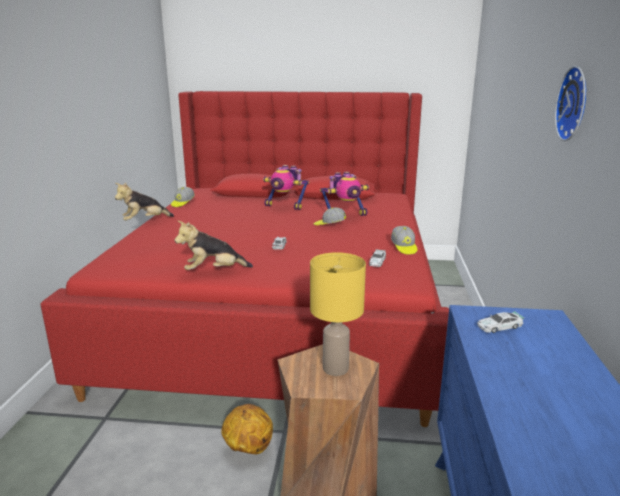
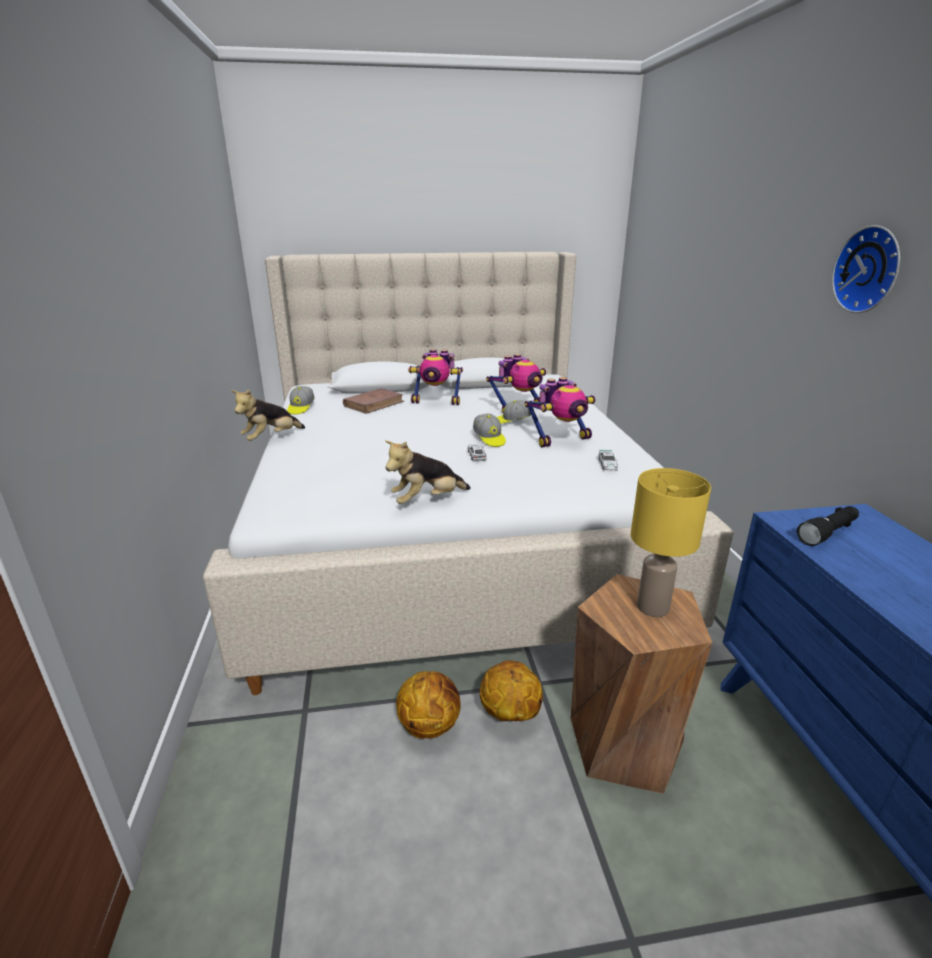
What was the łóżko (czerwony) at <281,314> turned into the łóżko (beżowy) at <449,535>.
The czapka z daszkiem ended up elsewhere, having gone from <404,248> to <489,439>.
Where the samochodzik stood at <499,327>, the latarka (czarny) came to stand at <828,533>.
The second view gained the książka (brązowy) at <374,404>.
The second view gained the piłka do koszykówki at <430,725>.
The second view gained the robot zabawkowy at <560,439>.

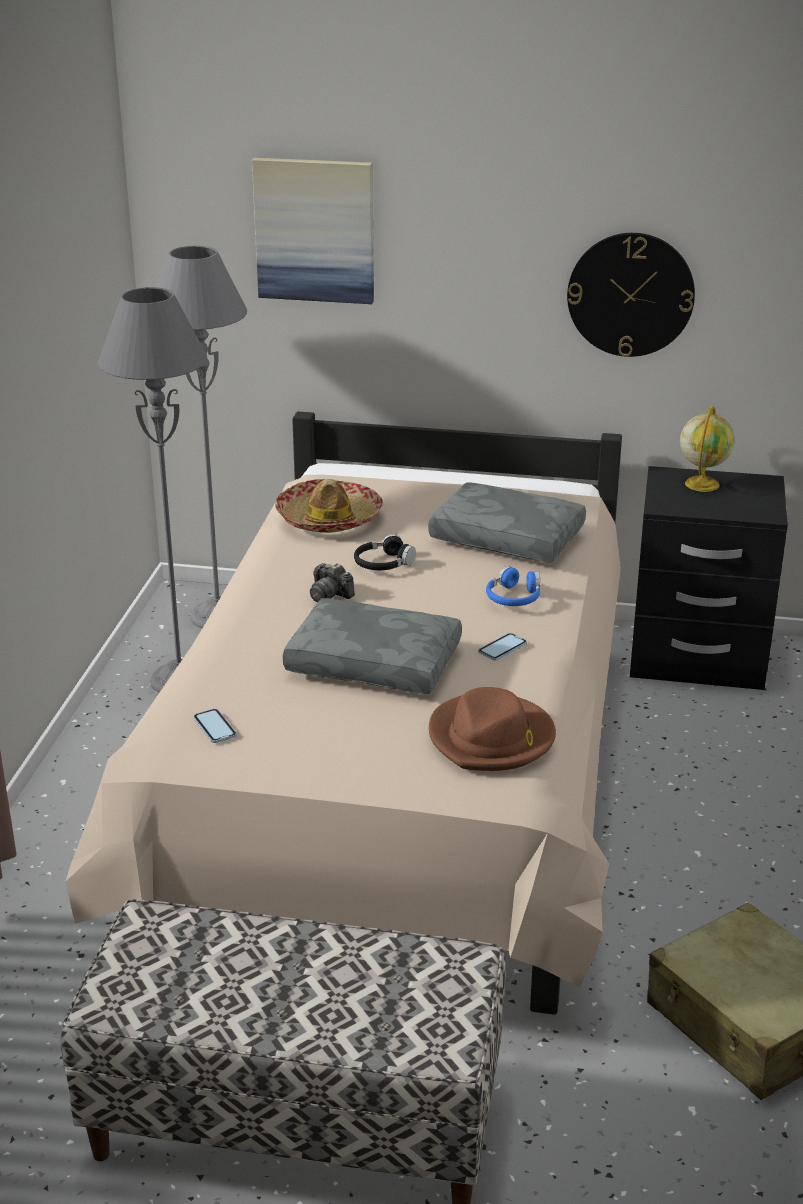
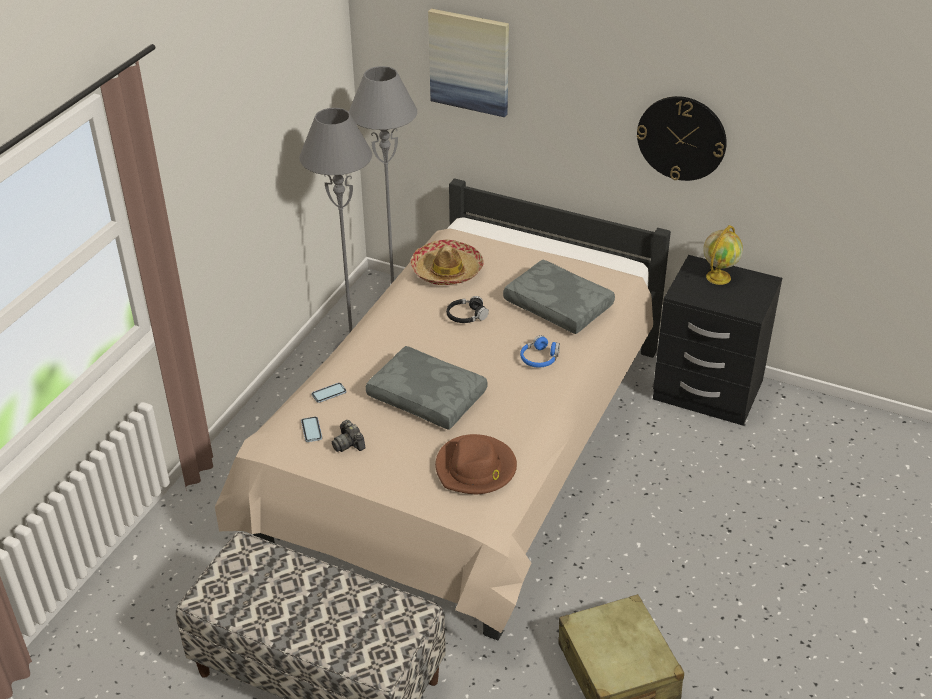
The aparat fotograficzny ended up elsewhere, having gone from <329,594> to <348,444>.
The telefon ended up elsewhere, having gone from <502,648> to <329,393>.

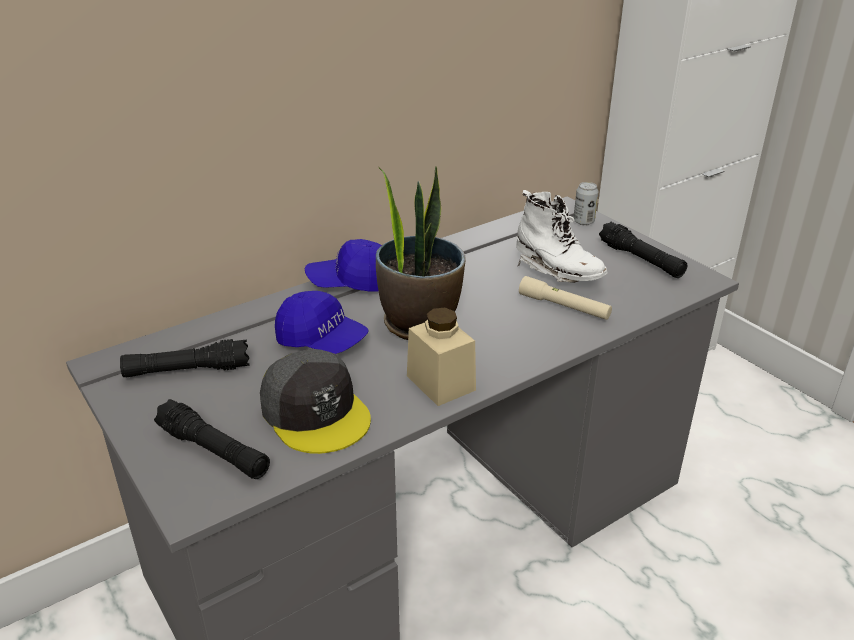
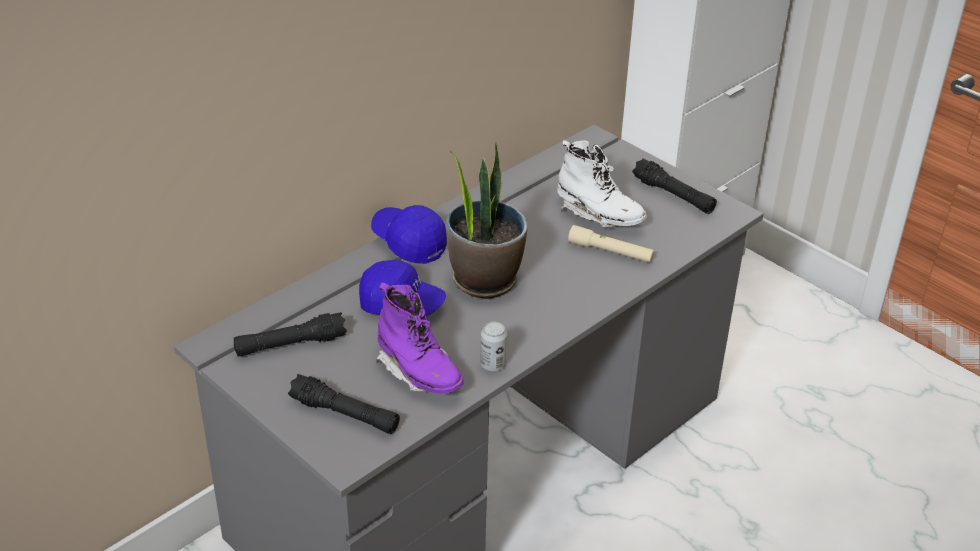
Where the czapka z daszkiem (szary) stood at <316,412>, the but z cholewką (fioletowy) came to stand at <419,372>.
The czapka z daszkiem (niebieski) at <351,283> ended up facing another way, 60 degrees clockwise from before.
The second view lost the słoik (beżowy) at <441,383>.
The puszka ended up elsewhere, having gone from <583,221> to <493,364>.

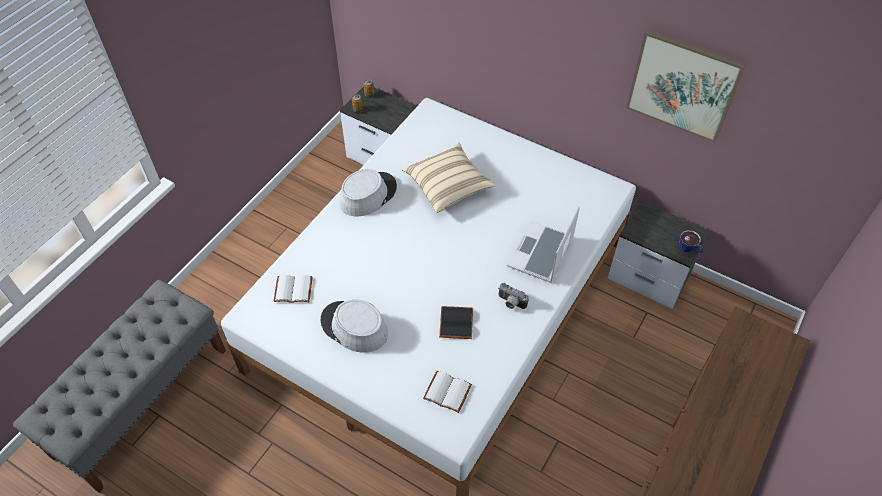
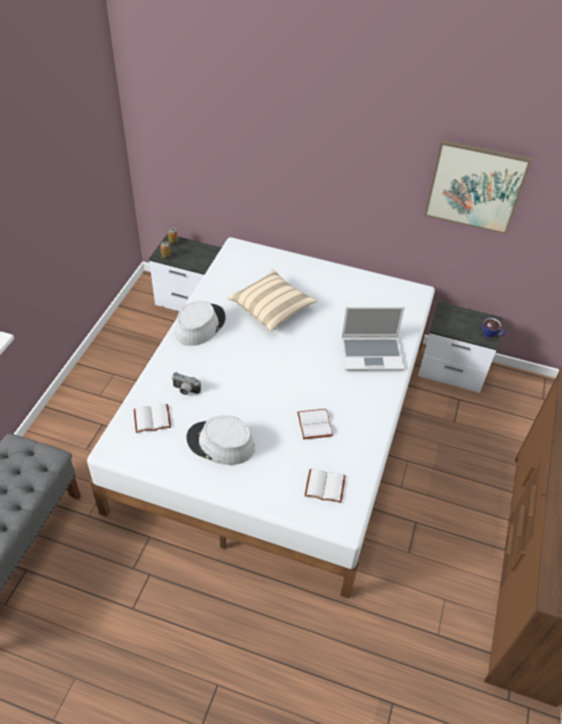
What was the książka (czarny) at <455,322> turned into the książka (biały) at <313,424>.
The aparat fotograficzny ended up elsewhere, having gone from <510,303> to <185,391>.
The laptop at <541,254> ended up facing another way, 105 degrees counterclockwise from before.

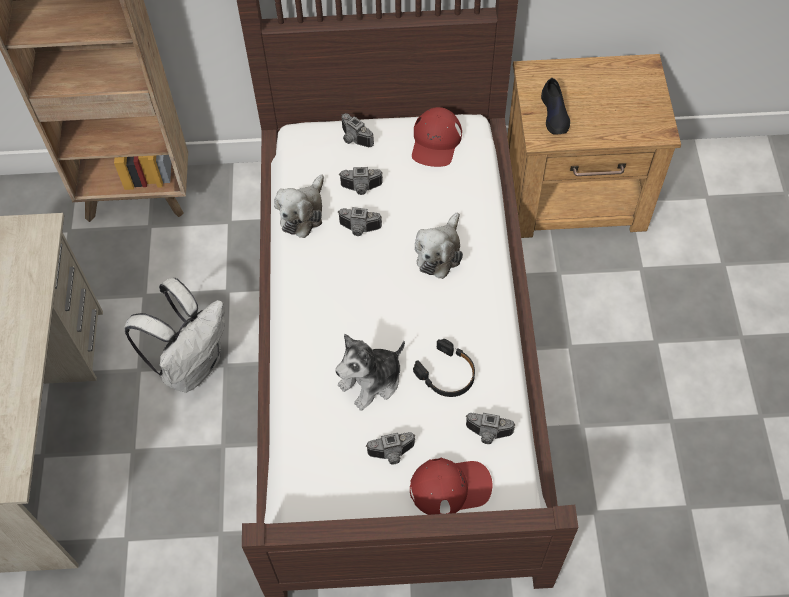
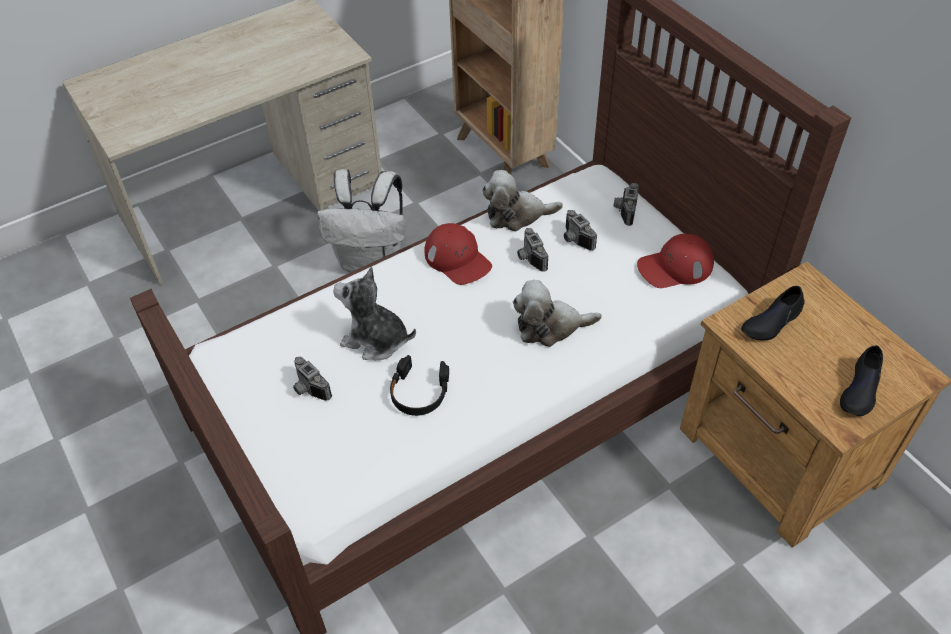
The czapka z daszkiem (czerwony) ended up elsewhere, having gone from <450,487> to <458,259>.
The second view lost the aparat fotograficzny at <488,435>.
The second view gained the but (czarny) at <860,389>.

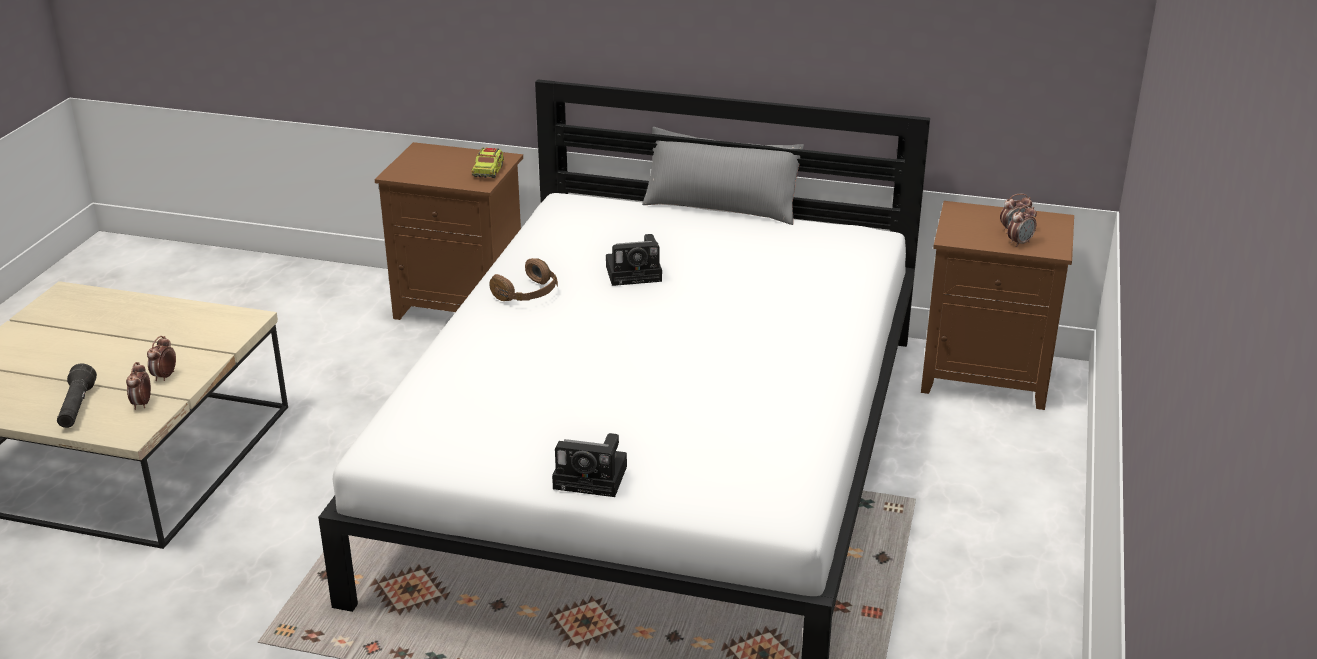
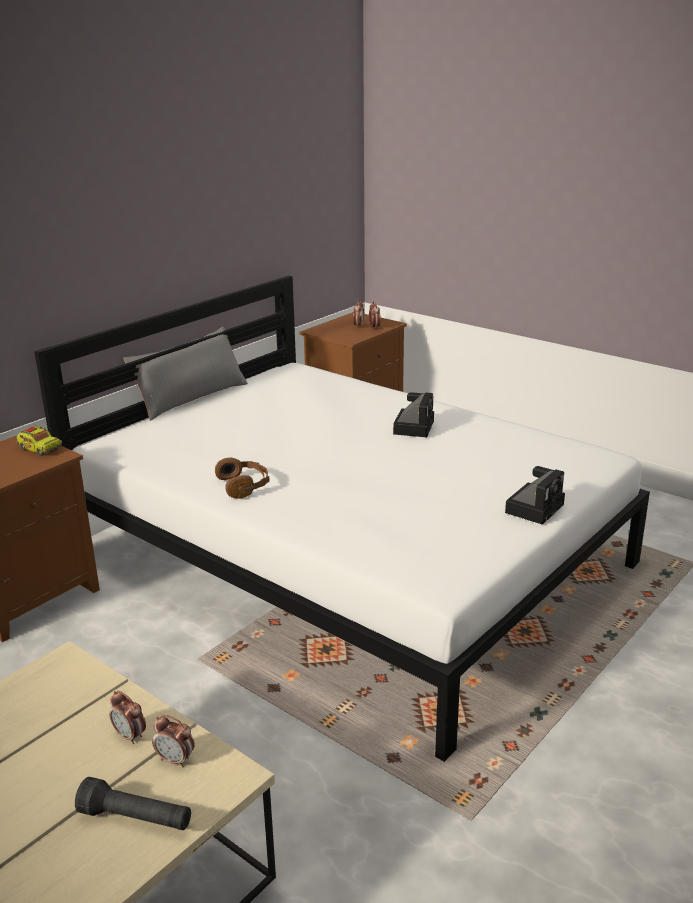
The aparat fotograficzny ended up elsewhere, having gone from <636,273> to <413,426>.

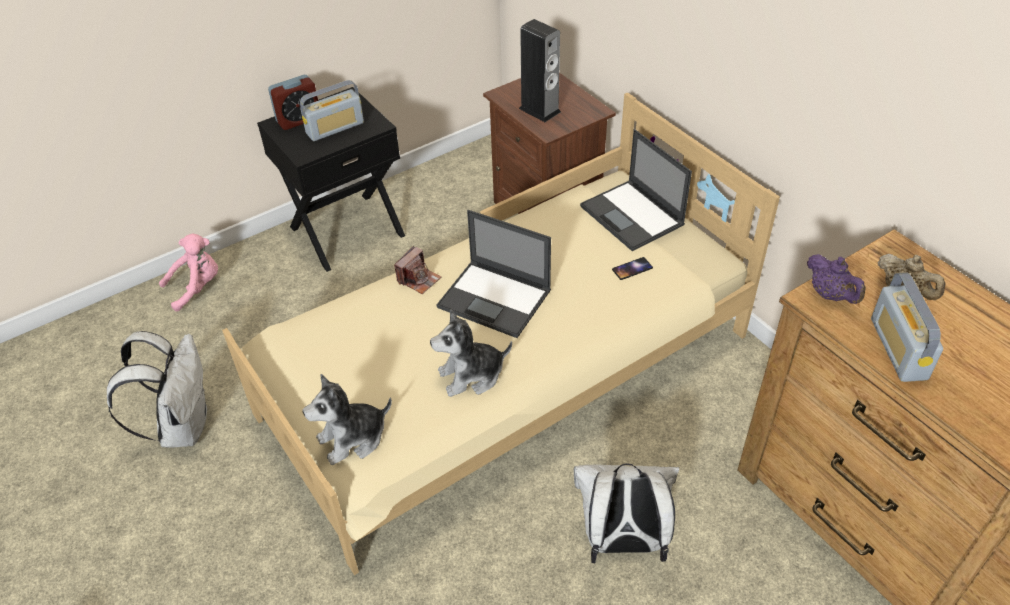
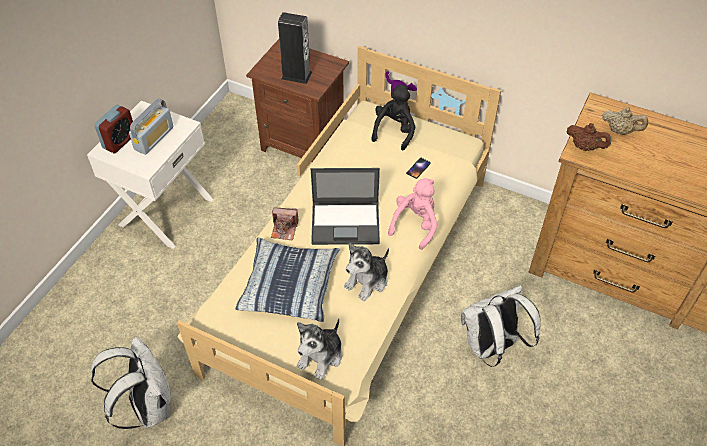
The pluszak (różowy) ended up elsewhere, having gone from <197,287> to <415,225>.
What was the szafka nocna (czarny) at <346,230> turned into the szafka nocna (biały) at <165,211>.
The aparat fotograficzny at <419,279> ended up facing another way, 90 degrees clockwise from before.
Where the laptop stood at <632,216>, the pluszak (czarny) came to stand at <394,131>.
What was the imbryk (fioletowy) at <830,295> turned into the imbryk (brązowy) at <585,147>.
The second view lost the radio at <898,349>.
The second view gained the poduszka at <289,285>.

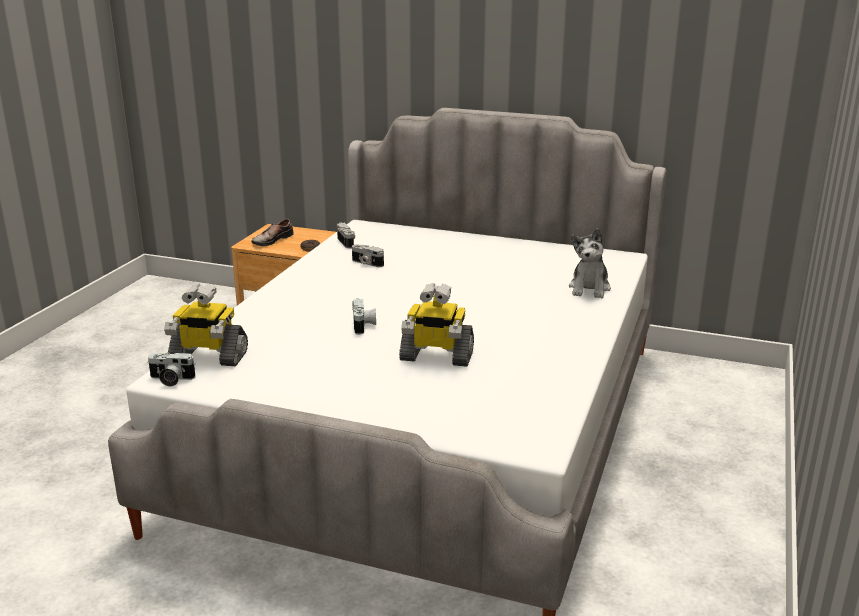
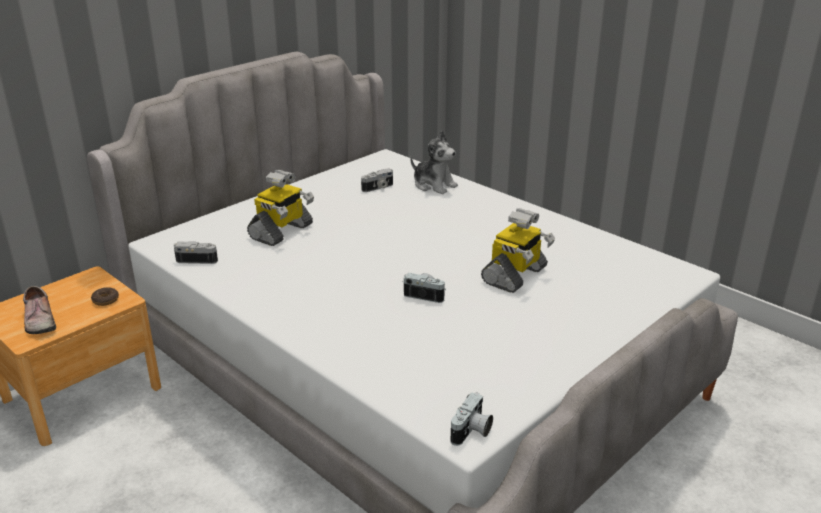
The robot zabawkowy ended up elsewhere, having gone from <208,357> to <281,232>.
The aparat fotograficzny ended up elsewhere, having gone from <366,263> to <378,188>.

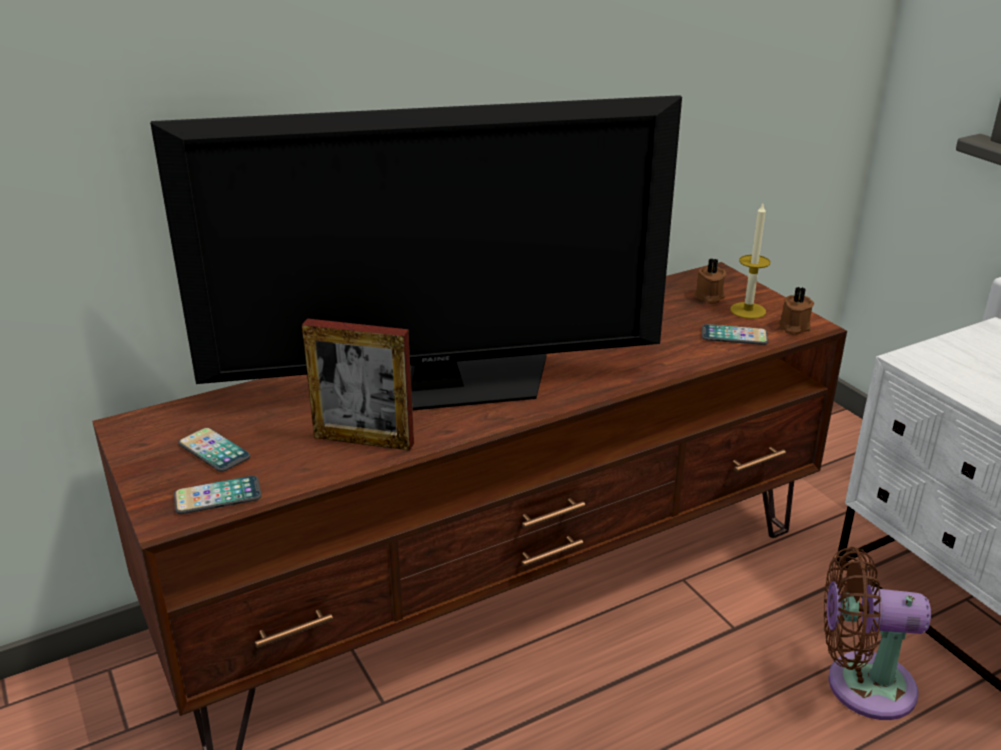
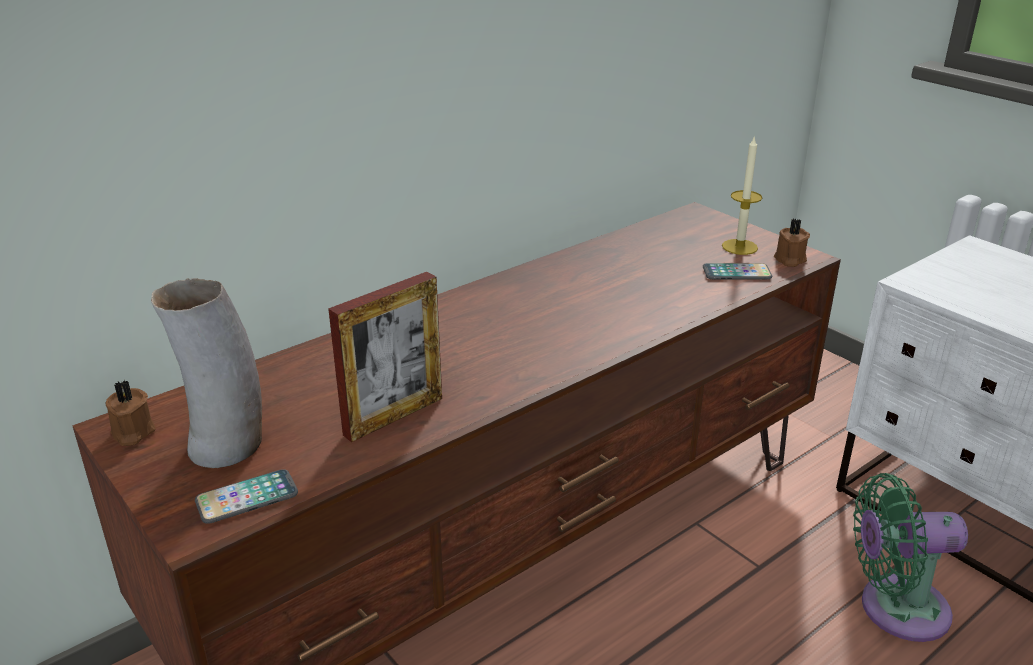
The second view lost the telewizor at <435,386>.
Where the telefon stood at <214,451>, the wazon came to stand at <227,446>.
The ramka na zdjęcie at <363,440> ended up facing another way, 45 degrees counterclockwise from before.
The świeca (brązowy) ended up elsewhere, having gone from <709,297> to <132,433>.
What was the wentylator (brązowy) at <861,685> turned into the wentylator (zielony) at <895,608>.

